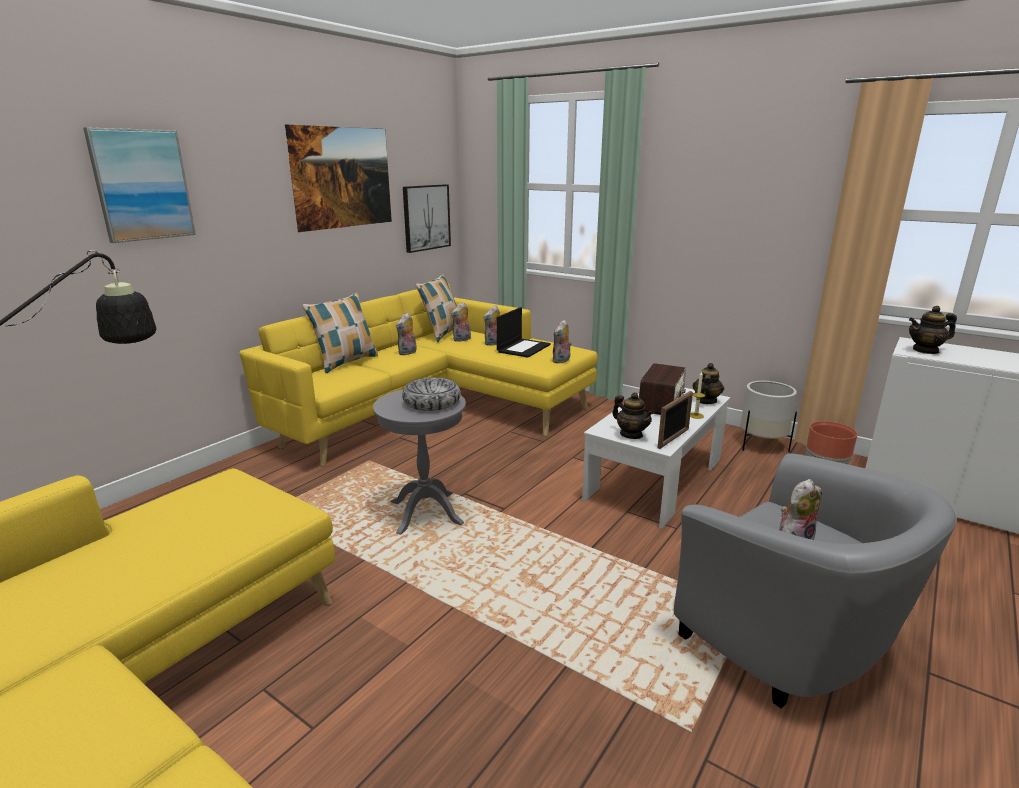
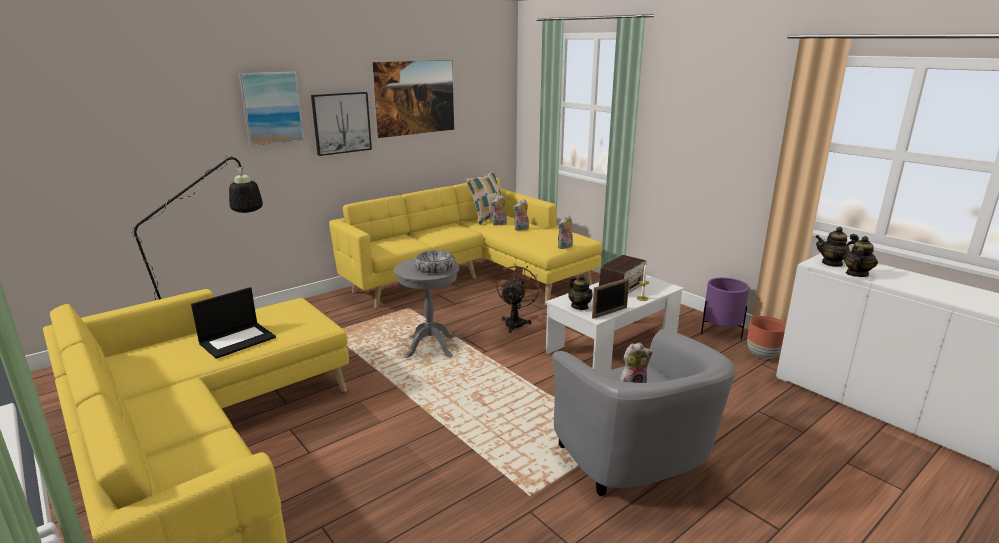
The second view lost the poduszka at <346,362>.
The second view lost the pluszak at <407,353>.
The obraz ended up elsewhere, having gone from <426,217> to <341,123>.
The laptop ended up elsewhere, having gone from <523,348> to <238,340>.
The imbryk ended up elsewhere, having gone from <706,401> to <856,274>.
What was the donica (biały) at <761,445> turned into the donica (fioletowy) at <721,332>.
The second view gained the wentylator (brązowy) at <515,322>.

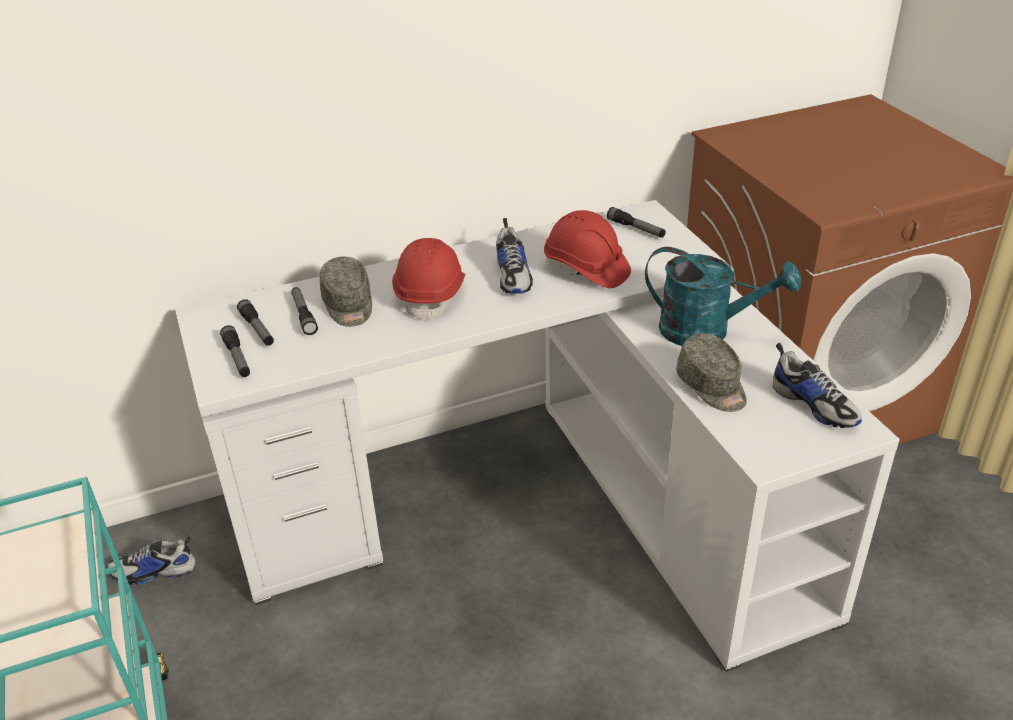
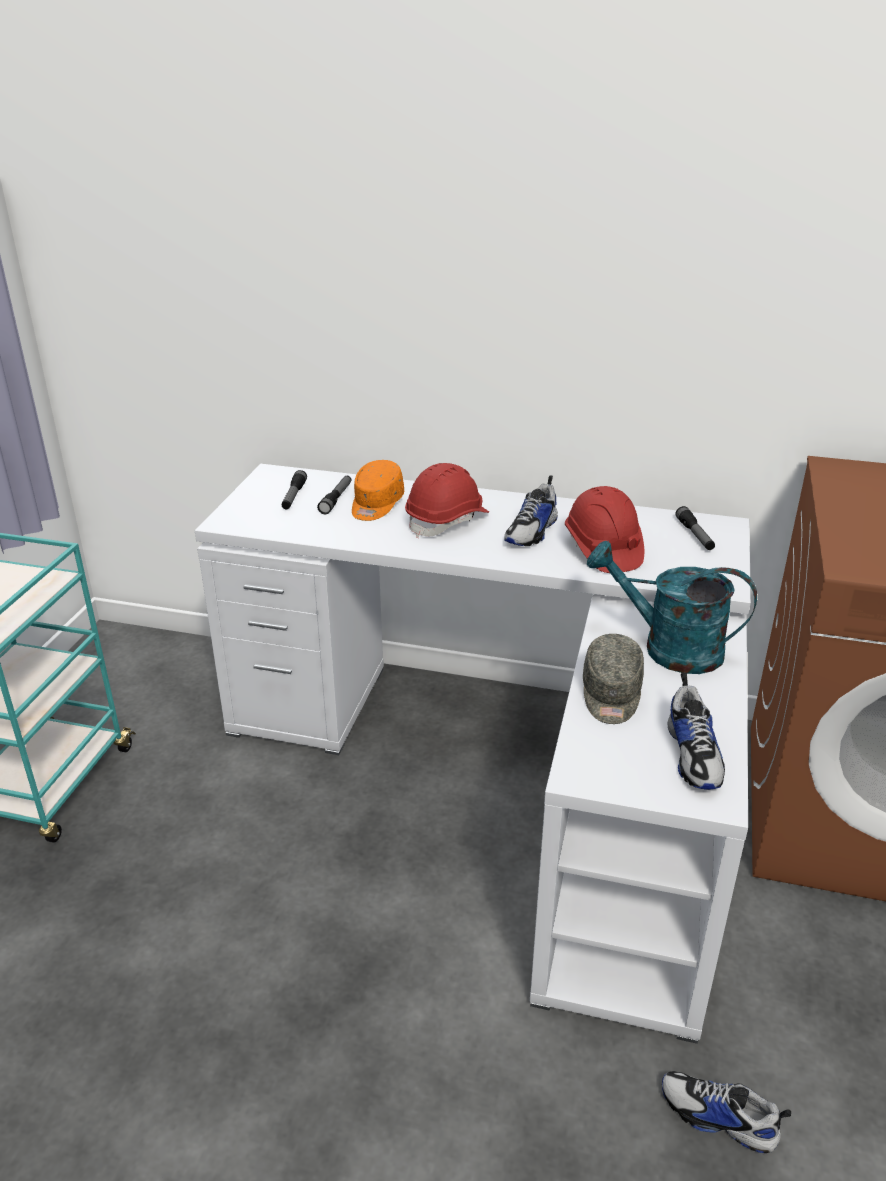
The but ended up elsewhere, having gone from <154,571> to <718,1118>.
The second view lost the latarka at <237,358>.
What was the czapka z daszkiem (szary) at <348,305> turned into the czapka z daszkiem (pomarańczowy) at <376,504>.
The konewka (turkusowy) at <707,331> ended up facing another way, 150 degrees clockwise from before.

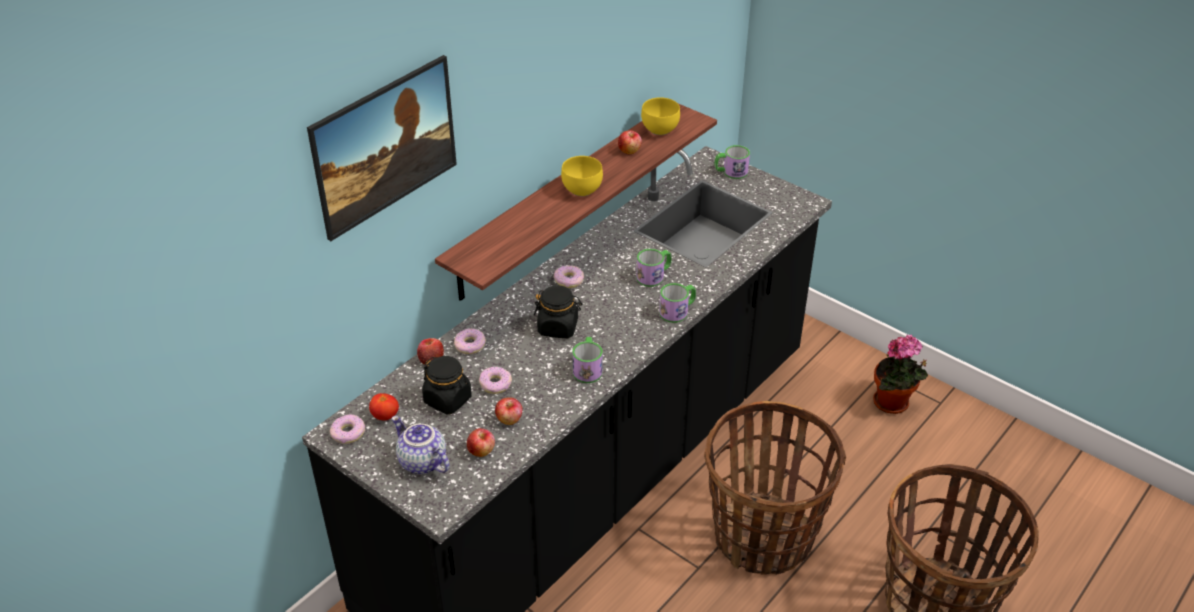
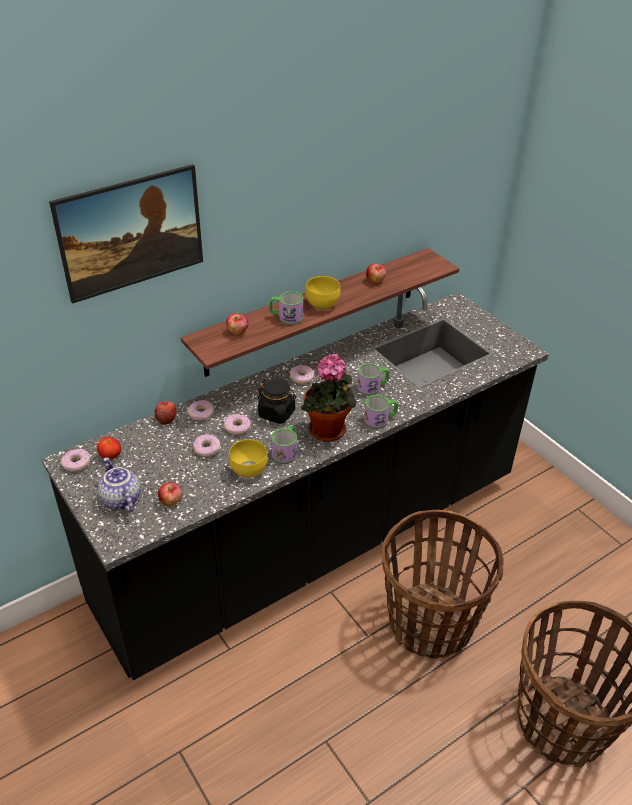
The second view lost the słoik (czarny) at <448,400>.
The jabłko ended up elsewhere, having gone from <509,419> to <237,332>.
The miska (żółty) ended up elsewhere, having gone from <659,129> to <249,469>.
The kubek ended up elsewhere, having gone from <731,172> to <286,317>.
The roślina doniczkowa ended up elsewhere, having gone from <893,404> to <328,432>.
The second view gained the donut at <237,428>.

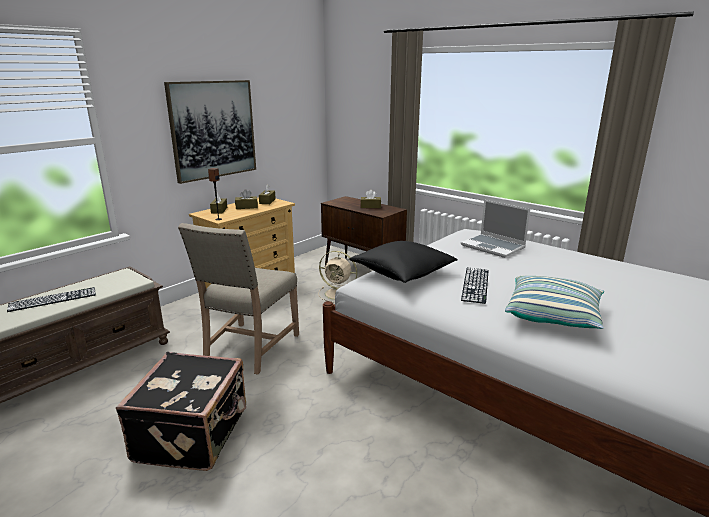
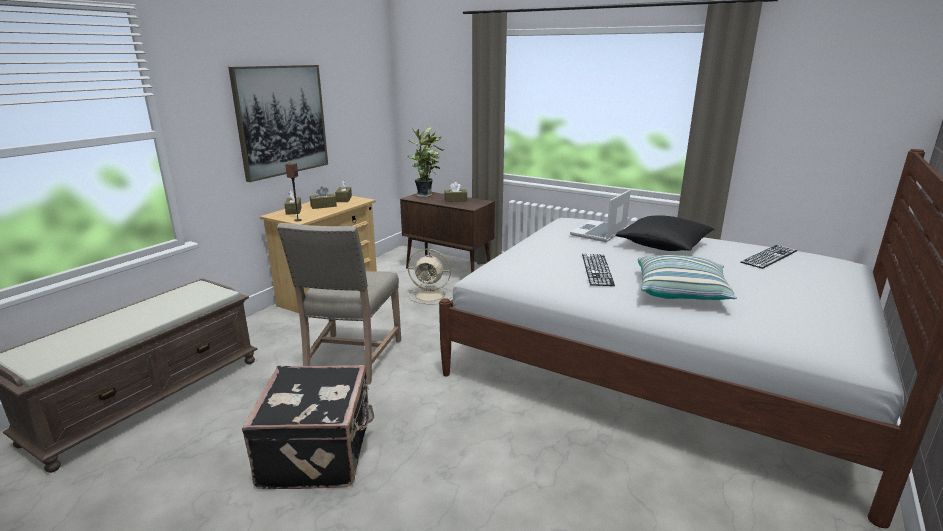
The klawiatura ended up elsewhere, having gone from <53,299> to <769,256>.
The poduszka (czarny) ended up elsewhere, having gone from <402,273> to <663,245>.
The laptop at <493,247> ended up facing another way, 90 degrees clockwise from before.
The second view gained the roślina doniczkowa at <425,195>.

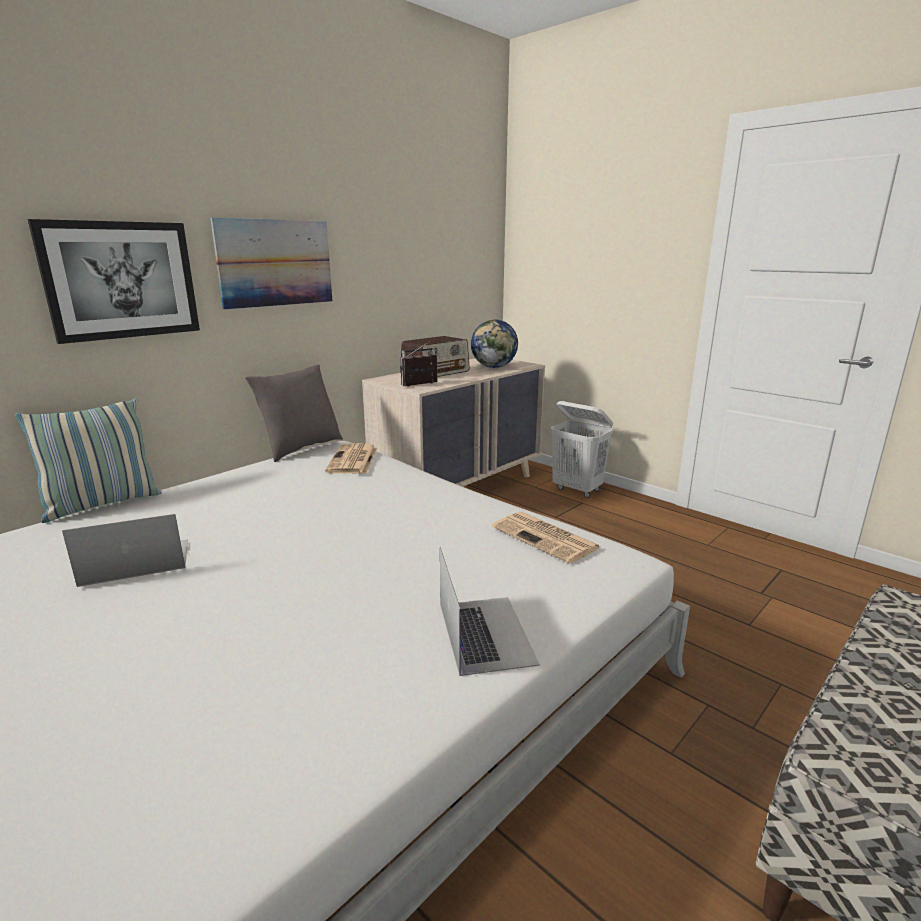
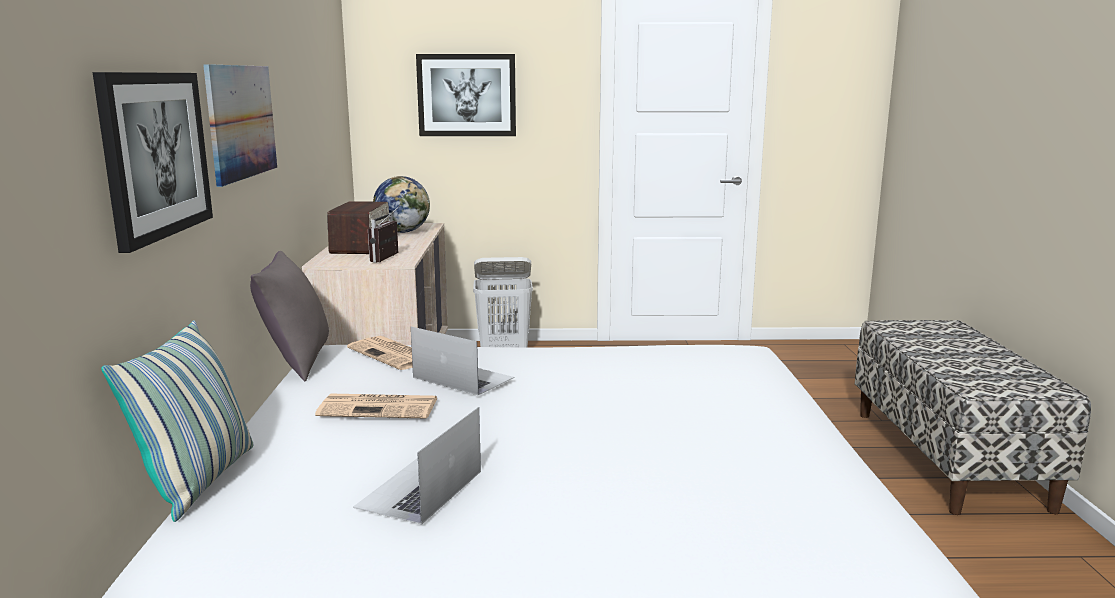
The laptop ended up elsewhere, having gone from <485,633> to <463,377>.
The gazeta ended up elsewhere, having gone from <546,538> to <380,407>.
The second view gained the obraz at <467,95>.

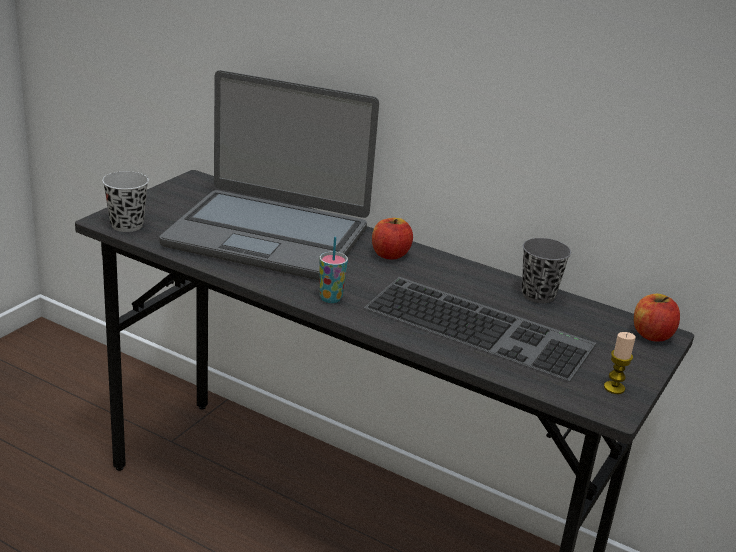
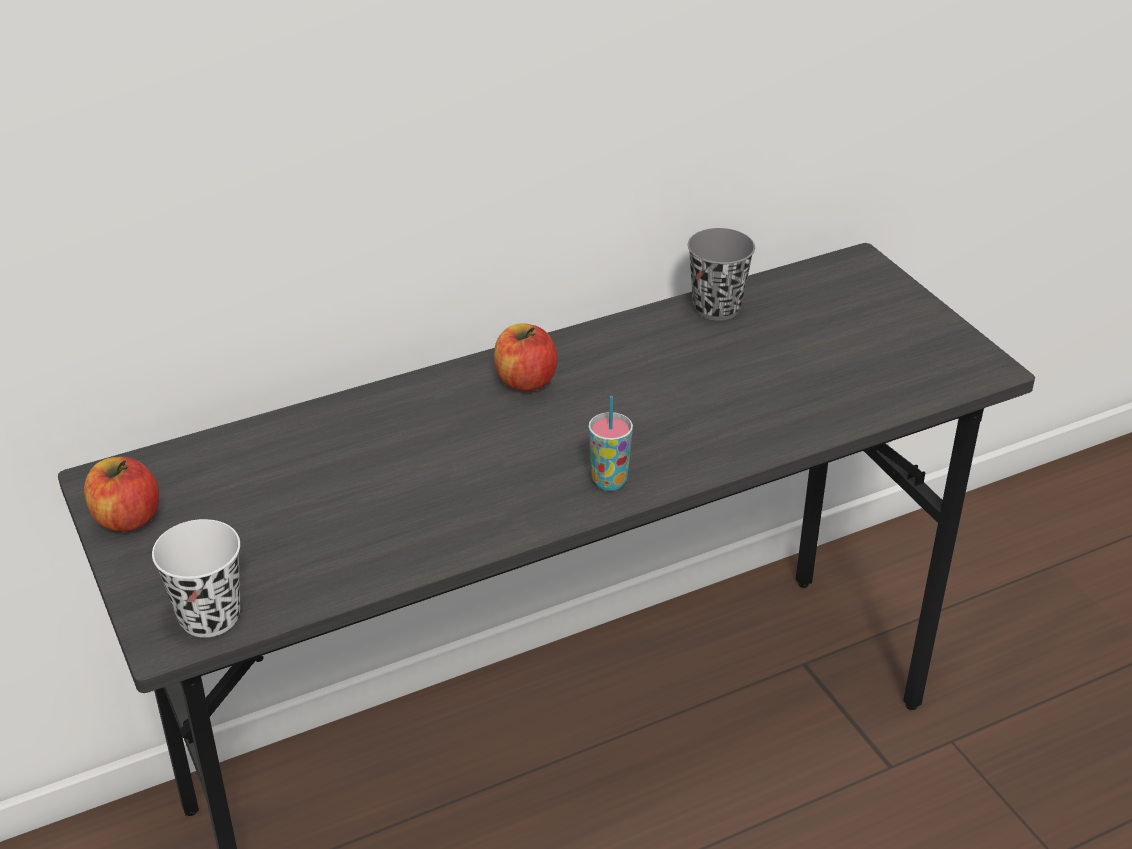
What was the filiżanka (czarny) at <127,225> turned into the filiżanka (biały) at <209,617>.
The second view lost the laptop at <268,236>.
The second view lost the klawiatura at <481,326>.
The second view lost the świeca at <614,388>.
The jabłko ended up elsewhere, having gone from <652,335> to <127,518>.

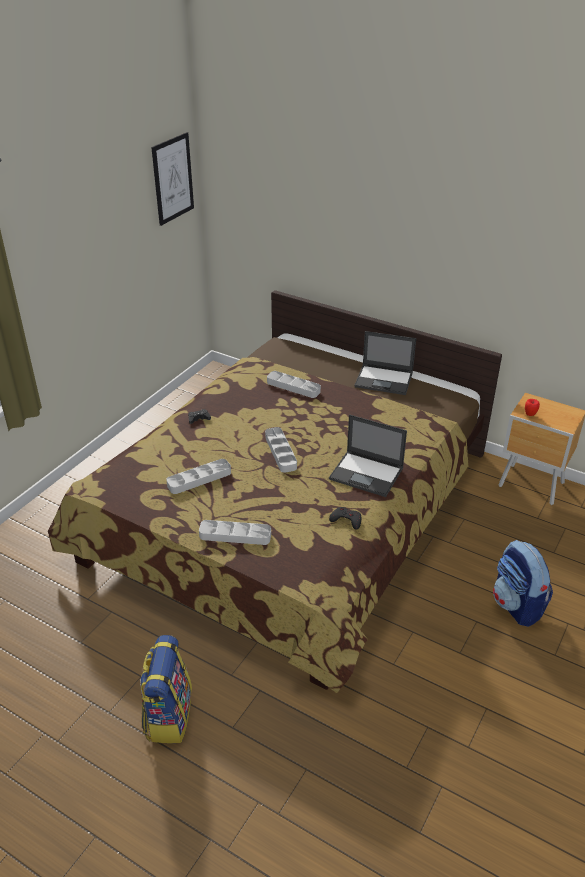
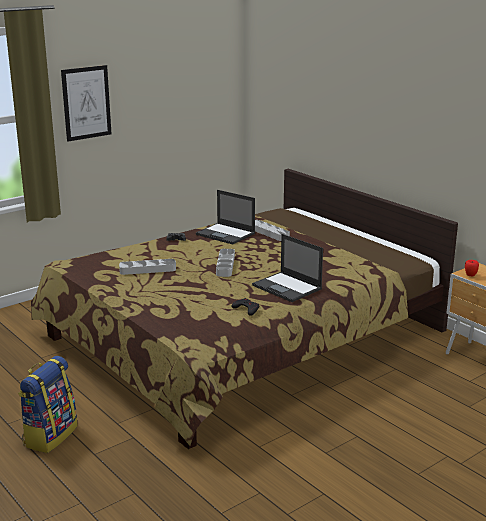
The obraz ended up elsewhere, having gone from <173,179> to <86,103>.
The second view lost the taca (szary) at <235,535>.
The laptop ended up elsewhere, having gone from <384,380> to <226,234>.
The second view lost the plecak at <517,605>.

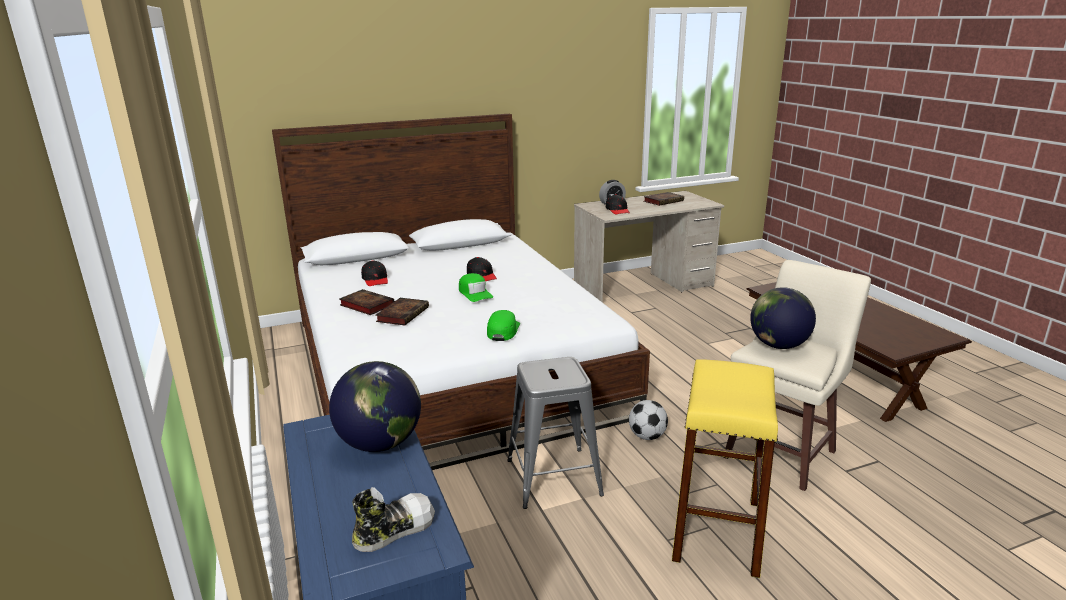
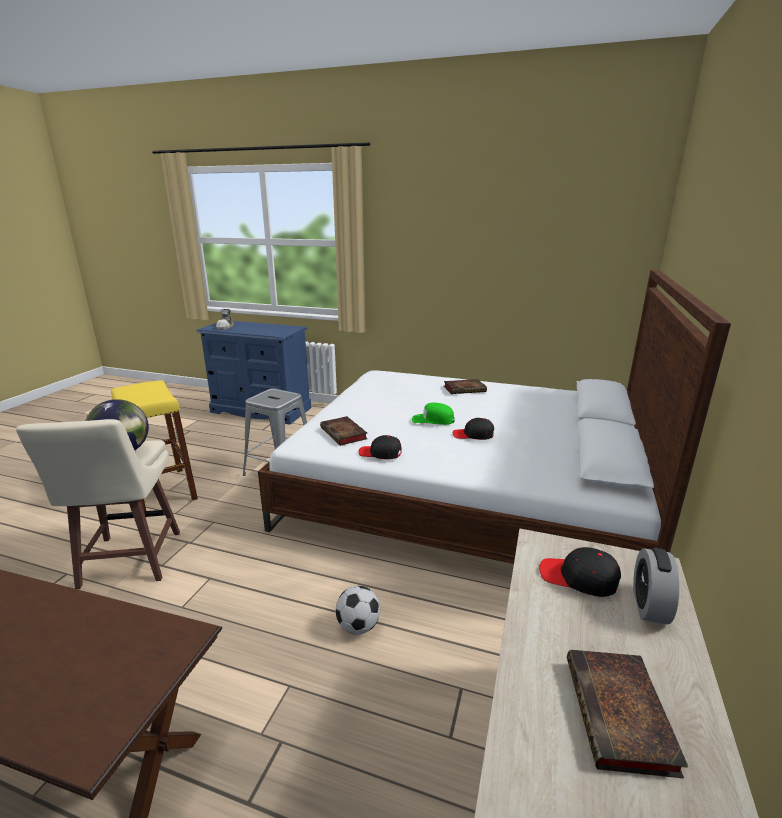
The second view lost the globus at <380,443>.
The czapka z daszkiem (czarny) ended up elsewhere, having gone from <375,279> to <380,453>.
The książka ended up elsewhere, having gone from <403,314> to <344,434>.
The second view lost the czapka z daszkiem (zielony) at <503,330>.
The piłka futbolowa ended up elsewhere, having gone from <646,436> to <359,626>.

